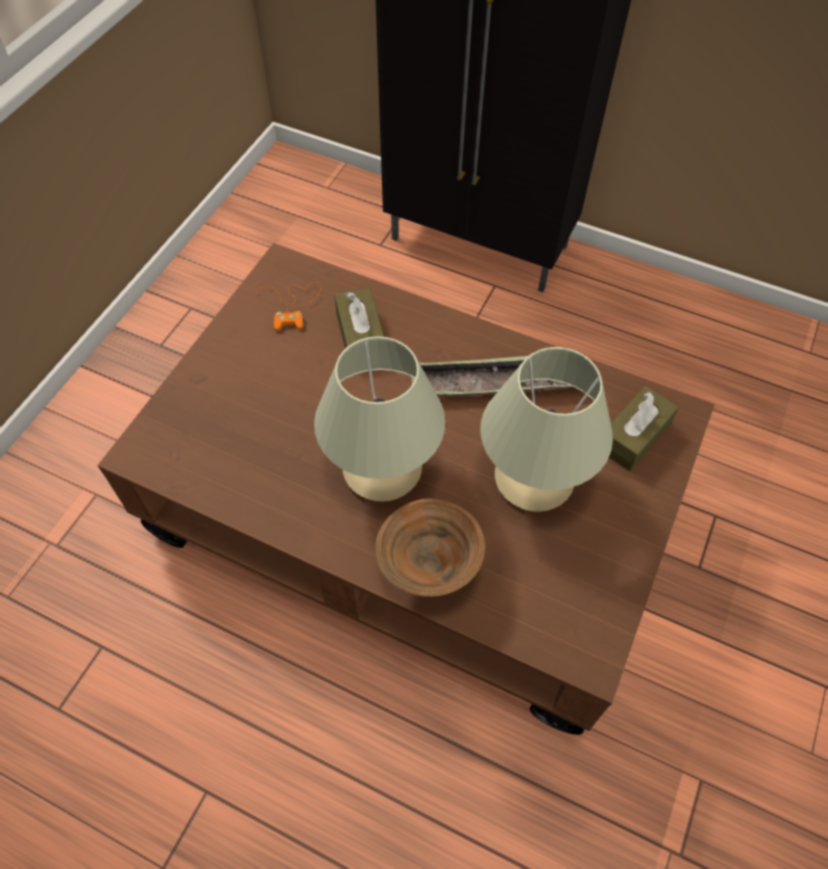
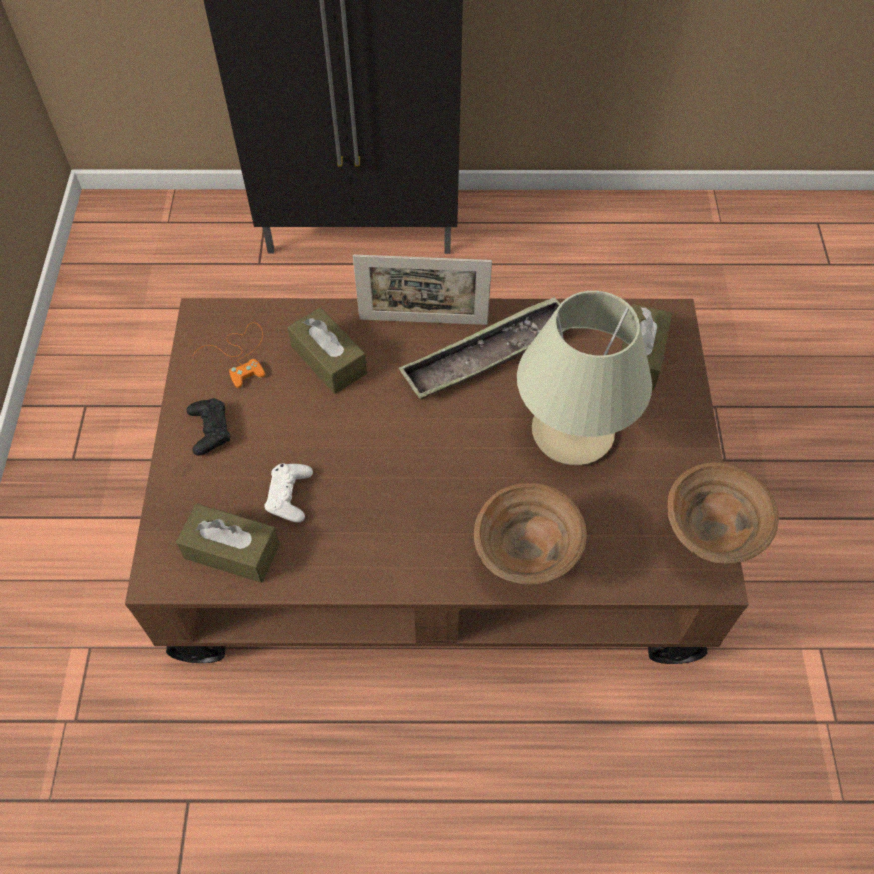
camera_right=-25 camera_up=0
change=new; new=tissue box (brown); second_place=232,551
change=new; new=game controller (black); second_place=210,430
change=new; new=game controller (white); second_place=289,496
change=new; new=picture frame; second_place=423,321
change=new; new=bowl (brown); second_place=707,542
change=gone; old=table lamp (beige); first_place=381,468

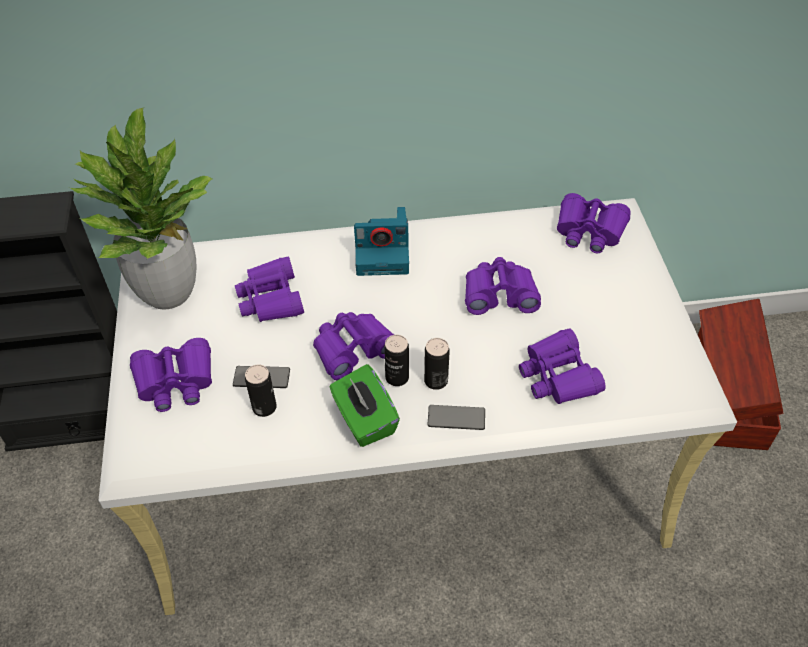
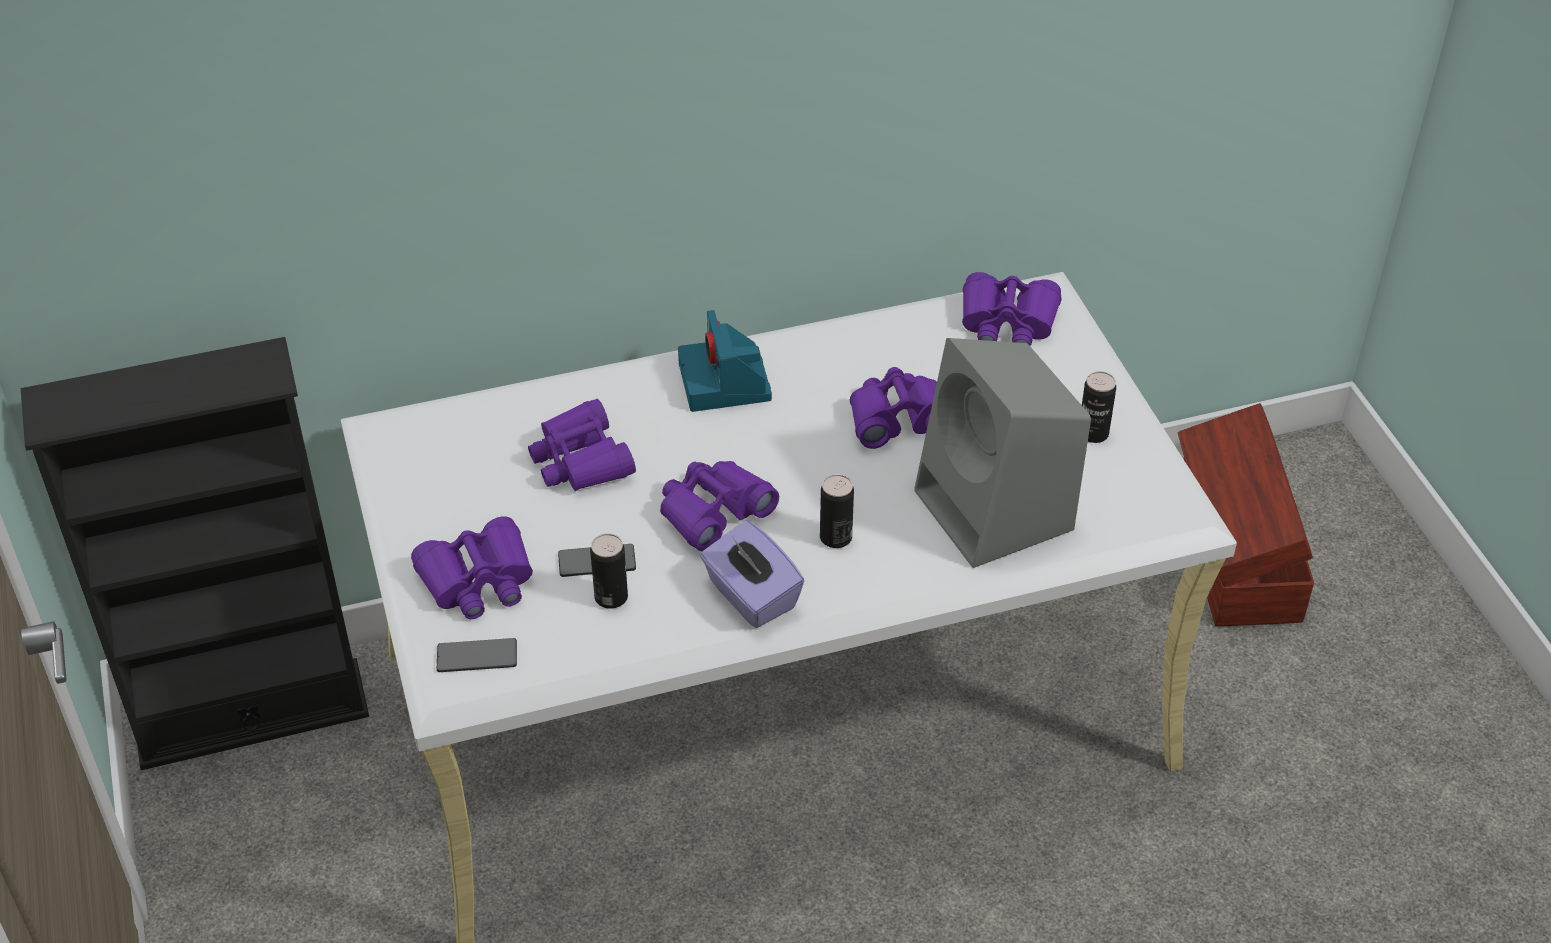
camera_right=-10 camera_up=-5
change=shifted; old=phone; first_place=456,418; second_place=477,656
change=rotated; old=photo camera; first_place=384,253; second_place=726,383; degrees=90
change=repainted; old=tissue box (green); new=tissue box (purple); first_place=364,420; second_place=751,596
change=swapped; old=binoculars (purple); new=speaker (grey); first_place=558,376; second_place=997,513
change=shifted; old=can; first_place=397,377; second_place=1093,433
change=gone; old=potted plant; first_place=168,292

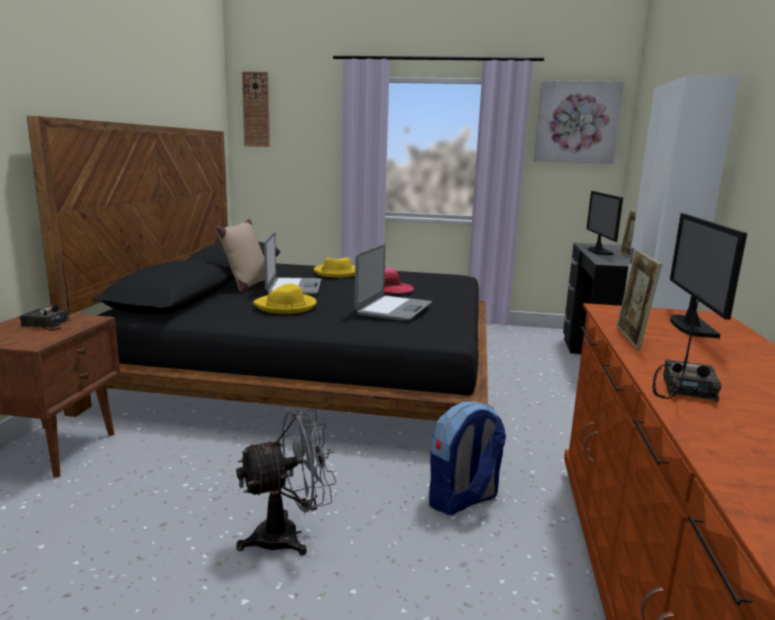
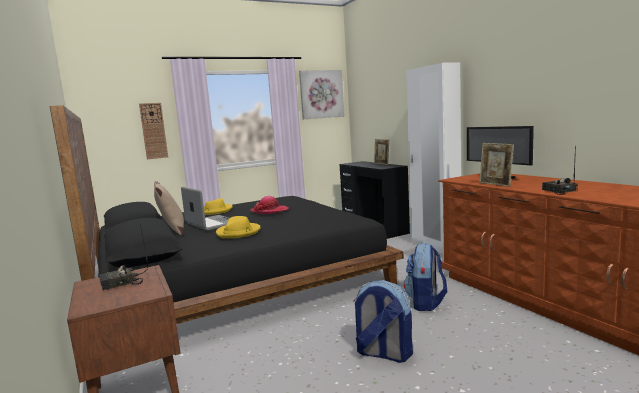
camera_right=-35 camera_up=-5
change=shifted; old=wall clock; first_place=256,109; second_place=153,131
change=swapped; old=fan (grey); new=backpack; first_place=288,535; second_place=383,353
change=gone; old=laptop; first_place=393,309
change=gone; old=monitor; first_place=598,251

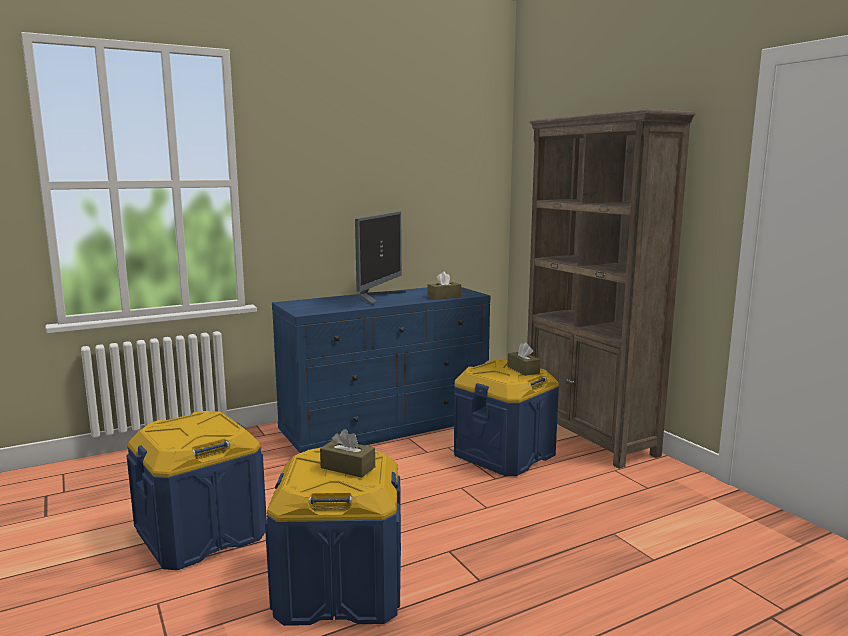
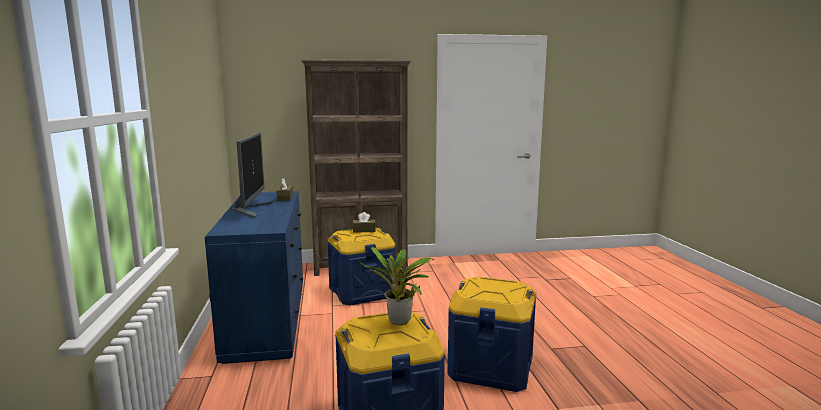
camera_right=-70 camera_up=0
change=rotated; old=monitor; first_place=377,297; second_place=251,210; degrees=45
change=new; new=potted plant; second_place=399,323
change=gone; old=tissue box (brown); first_place=348,467

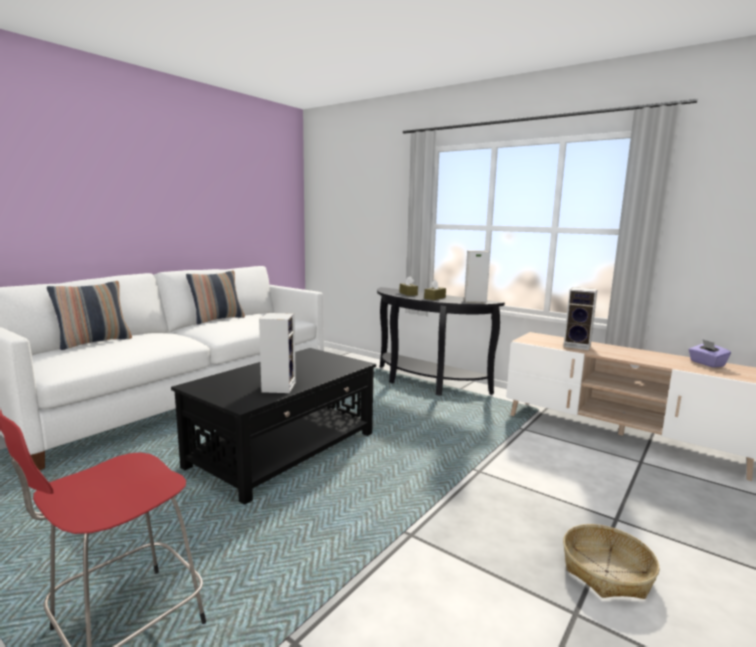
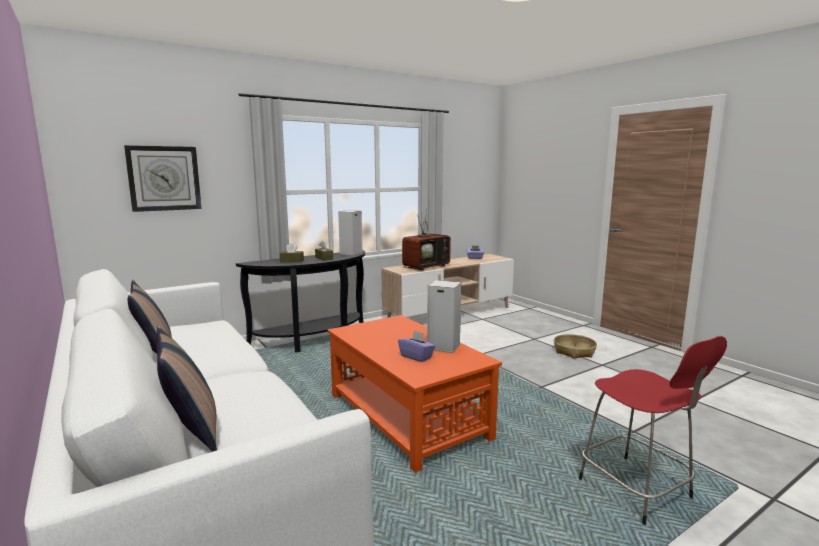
camera_right=-70 camera_up=0
change=new; new=wall clock; second_place=164,178
change=repainted; old=coffee table (black); new=coffee table (orange); first_place=285,450; second_place=406,415
change=new; new=tissue box (purple); second_place=416,357
change=swapped; old=speaker; new=television; first_place=578,346; second_place=426,266

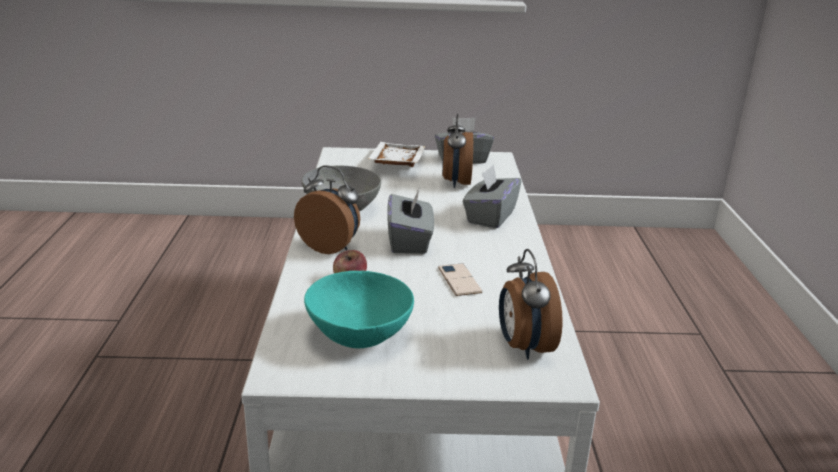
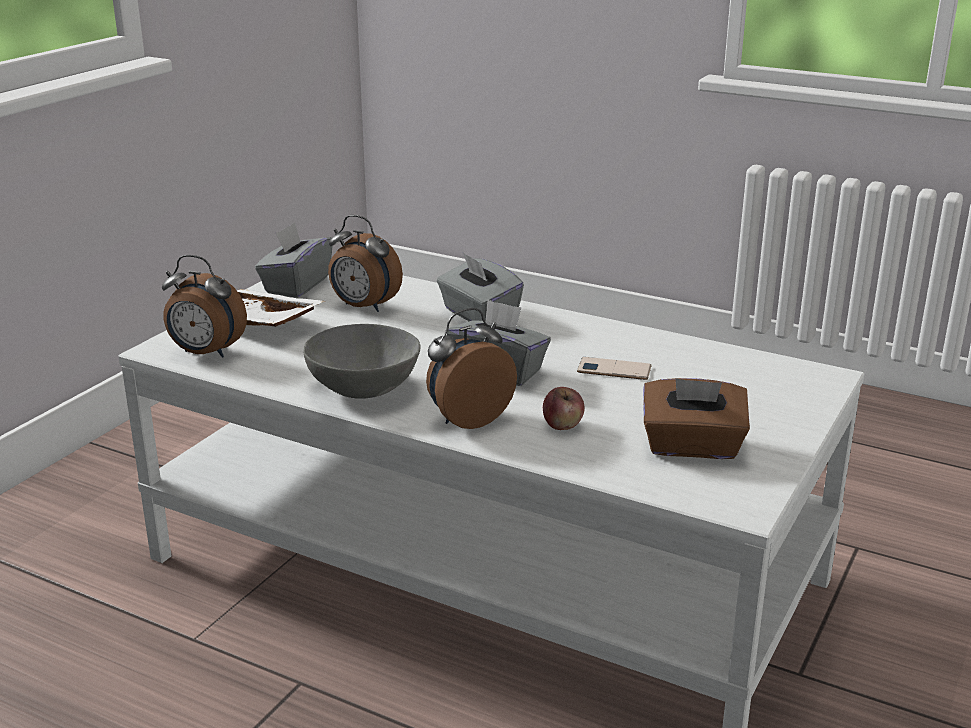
camera_right=-60 camera_up=0
change=shifted; old=alarm clock; first_place=523,347; second_place=205,353
change=swapped; old=bowl (turquoise); new=tissue box (brown); first_place=359,335; second_place=692,447

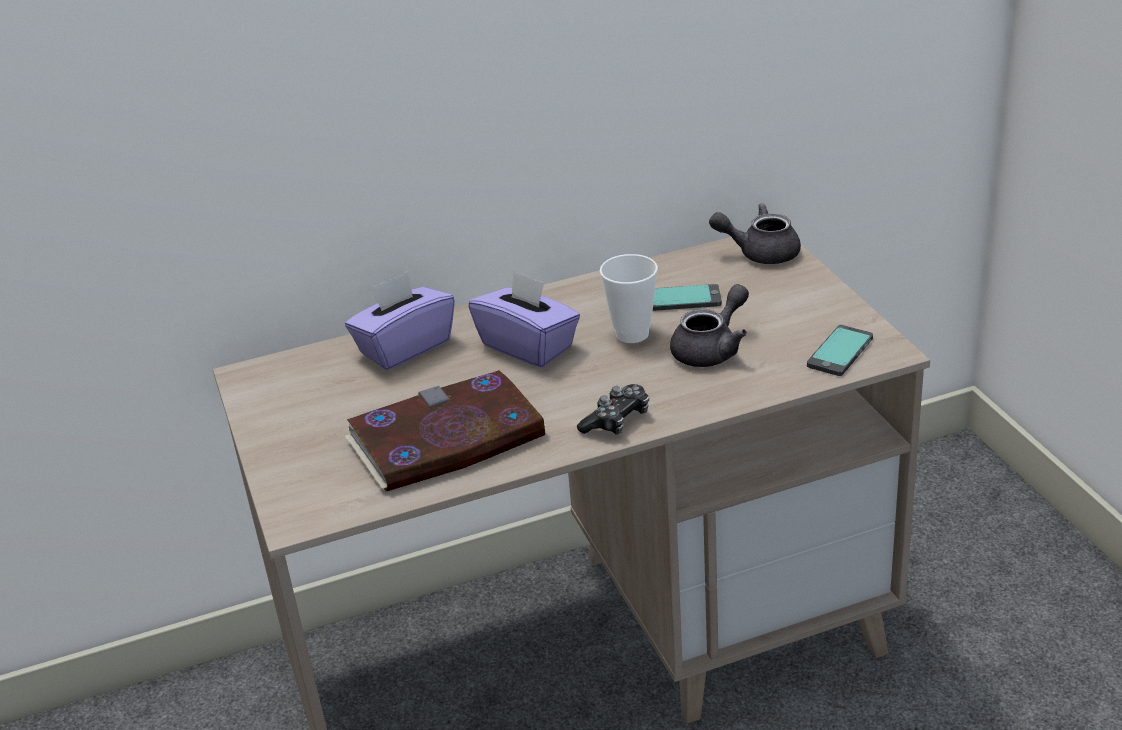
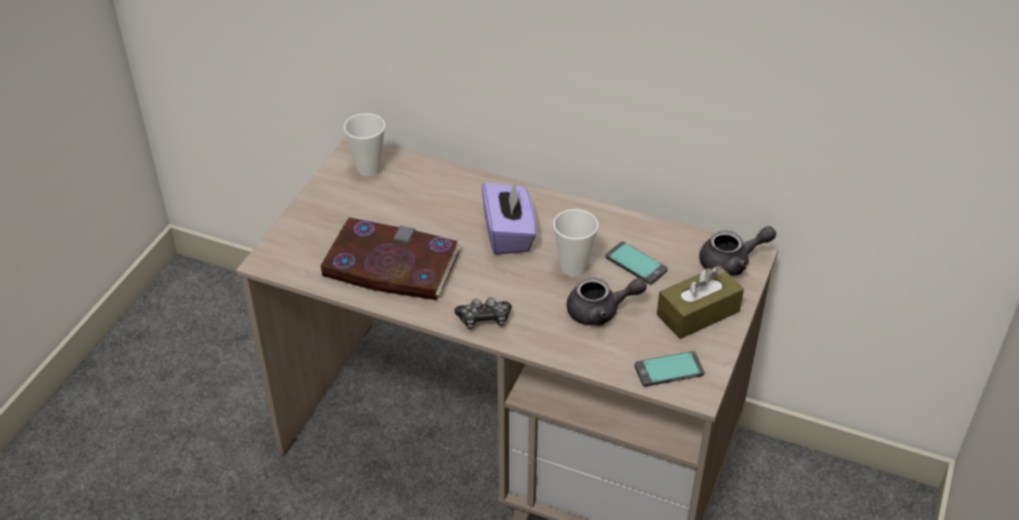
camera_right=40 camera_up=10
change=new; new=cup; second_place=368,168
change=new; new=tissue box (brown); second_place=698,313
change=rotated; old=teapot (grey); first_place=760,253; second_place=732,262; degrees=120
change=gone; old=tissue box (purple); first_place=404,347

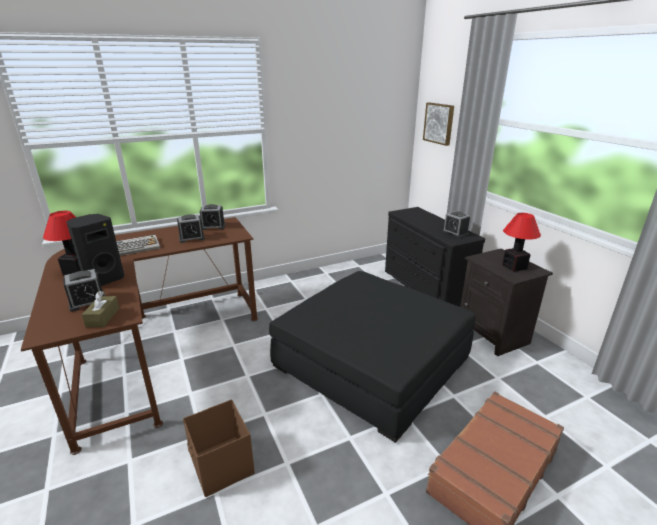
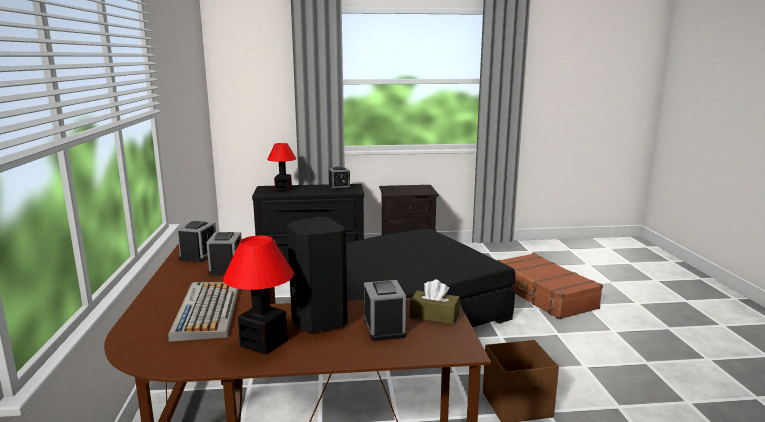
camera_right=-70 camera_up=-10
change=shifted; old=table lamp; first_place=514,266; second_place=283,189
change=gone; old=picture; first_place=439,123

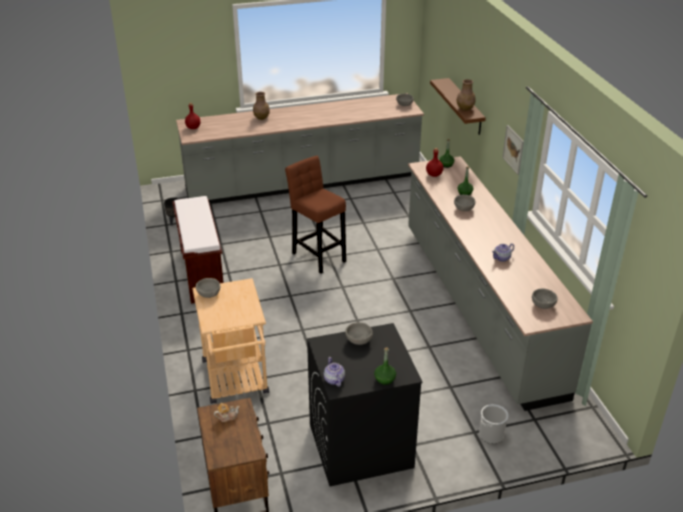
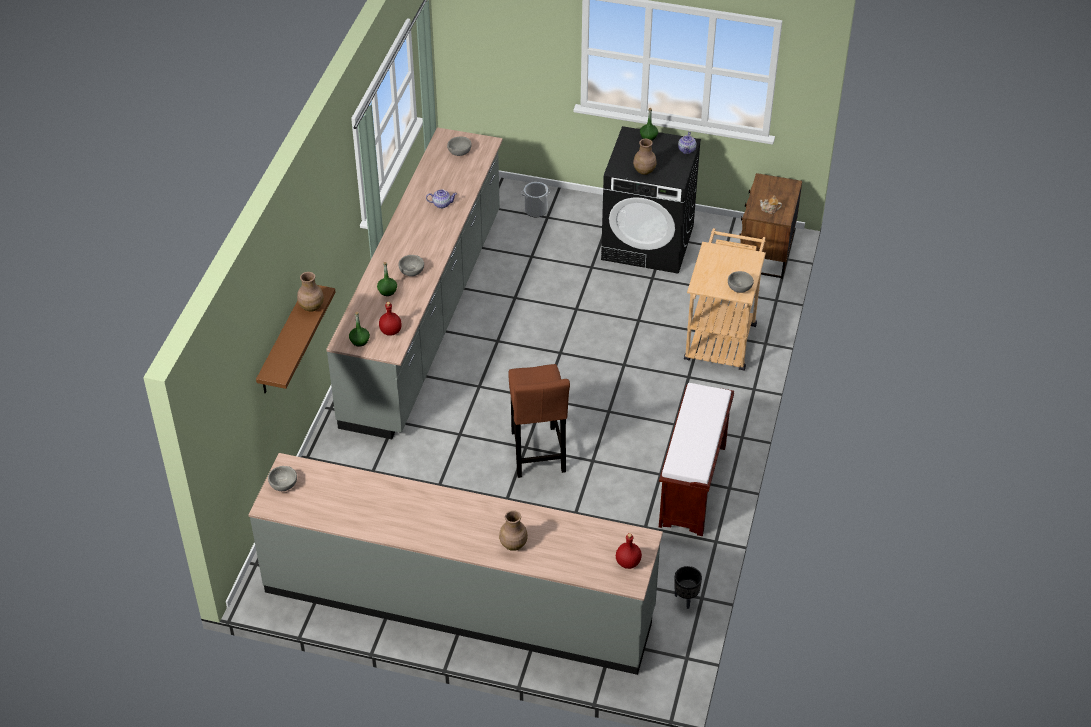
camera_right=-150 camera_up=10
change=swapped; old=bowl (grey); new=vase (brown); first_place=358,340; second_place=644,171
change=gone; old=picture; first_place=513,149

